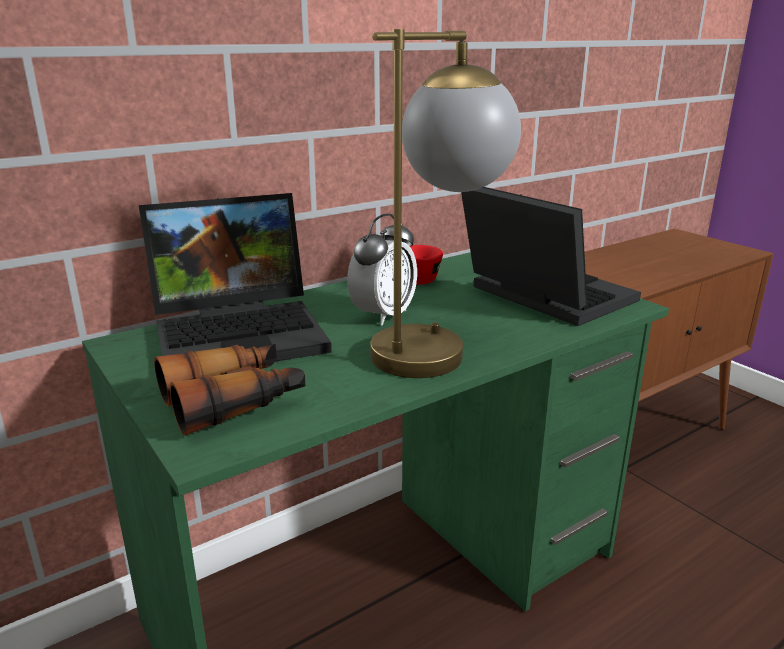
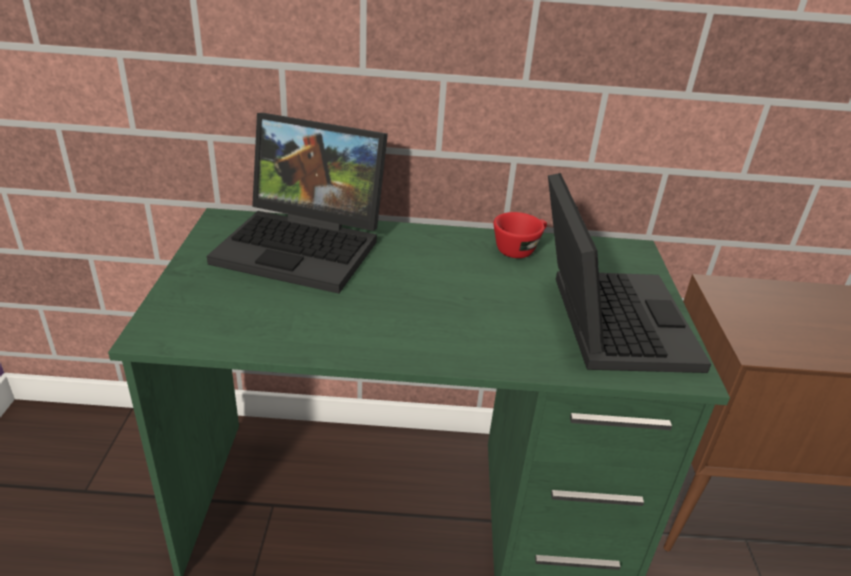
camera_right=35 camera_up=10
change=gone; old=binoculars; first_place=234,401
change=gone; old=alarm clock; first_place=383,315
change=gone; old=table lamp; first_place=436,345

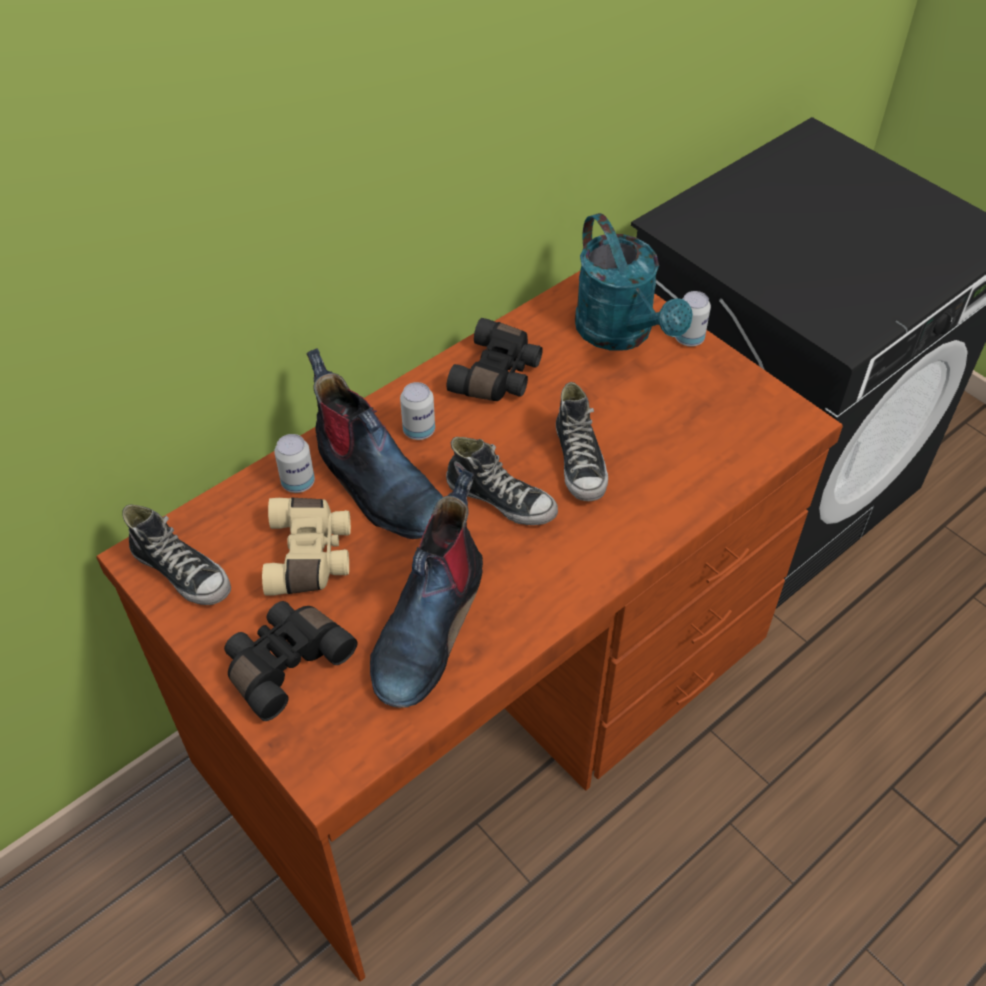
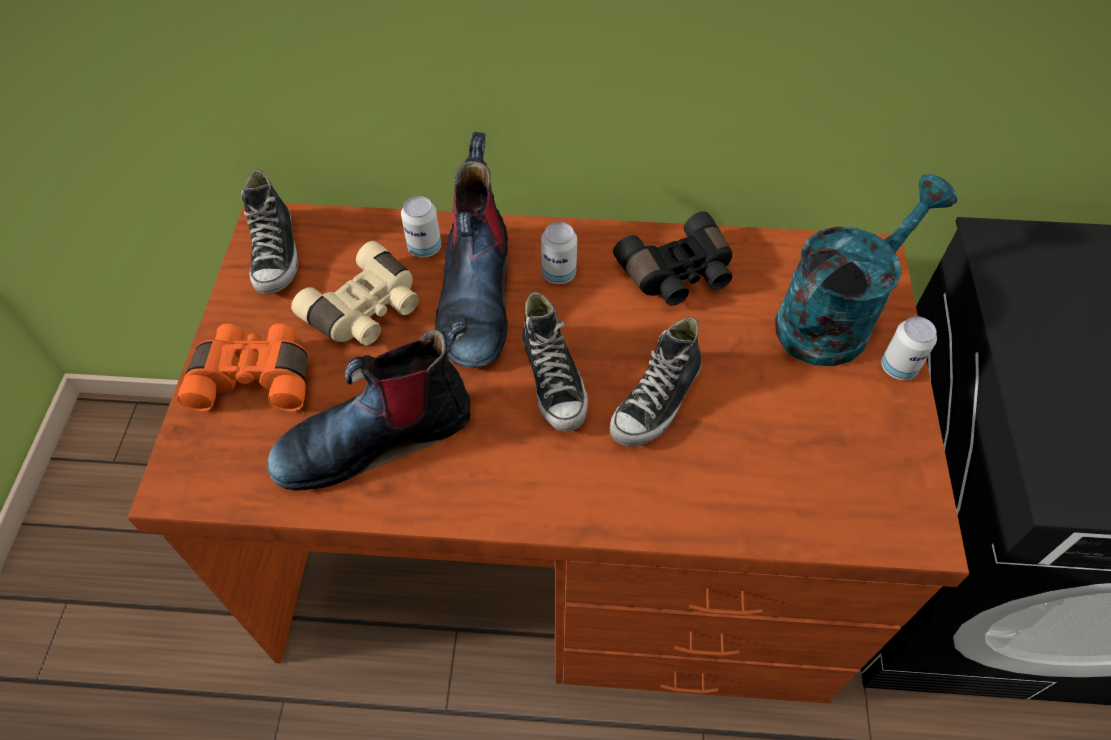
camera_right=45 camera_up=5
change=repainted; old=binoculars (black); new=binoculars (orange); first_place=285,662; second_place=255,376
change=rotated; old=watering can (turquoise); first_place=621,334; second_place=834,316; degrees=-150

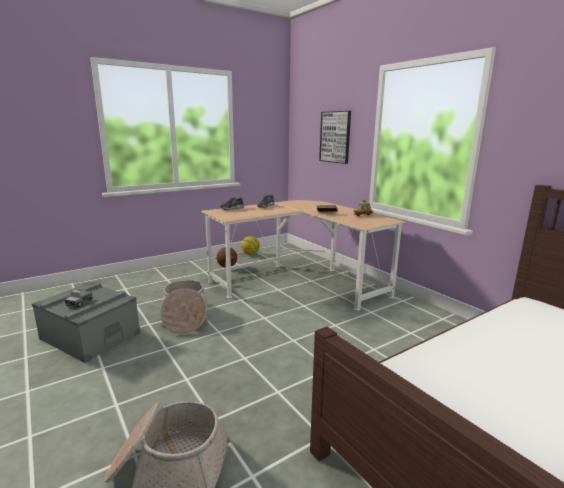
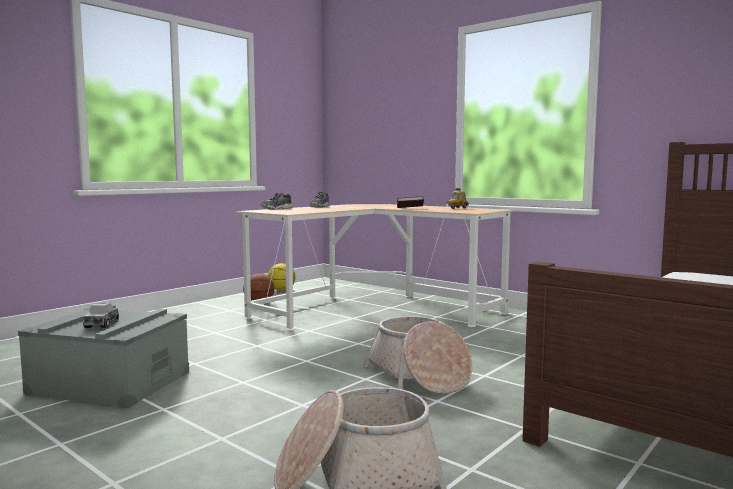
camera_right=-15 camera_up=-10
change=shifted; old=basket; first_place=185,317; second_place=418,376
change=gone; old=picture; first_place=335,137

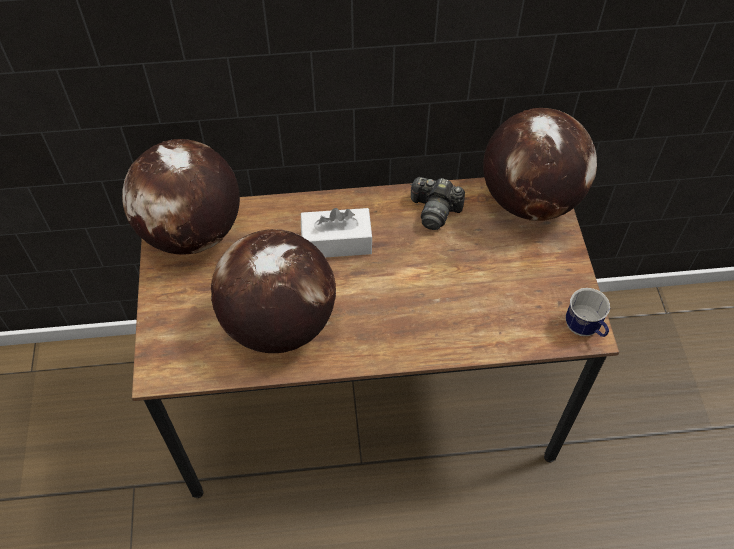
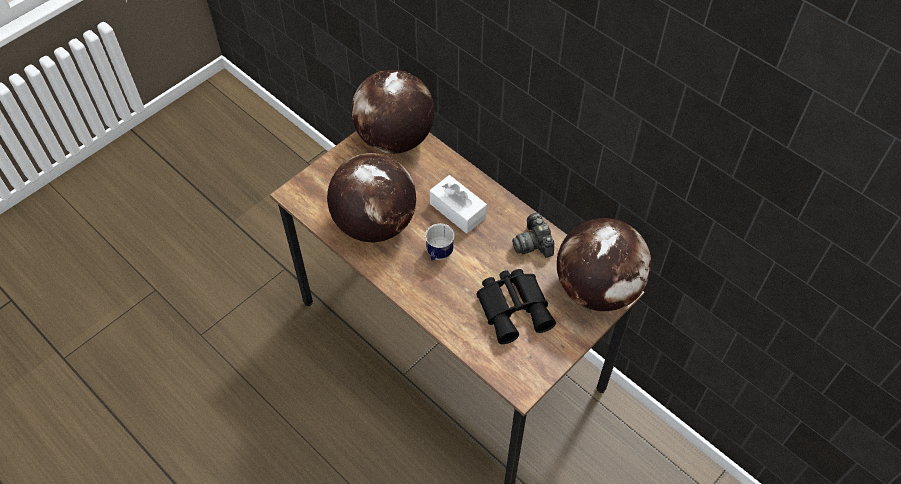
camera_right=50 camera_up=0
change=shifted; old=mug; first_place=584,329; second_place=438,255
change=new; new=binoculars (black); second_place=515,308

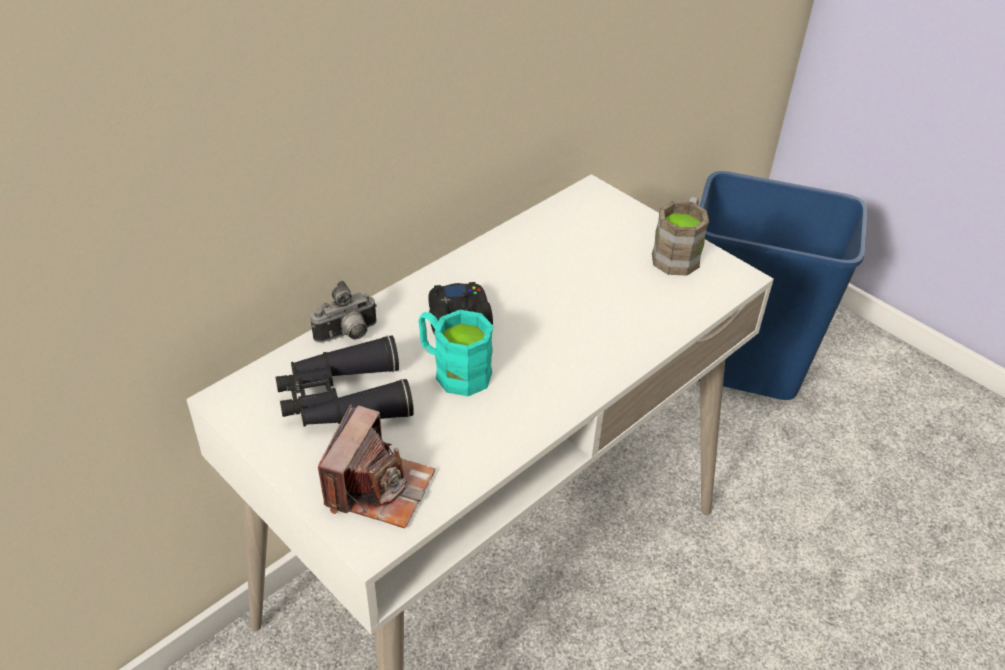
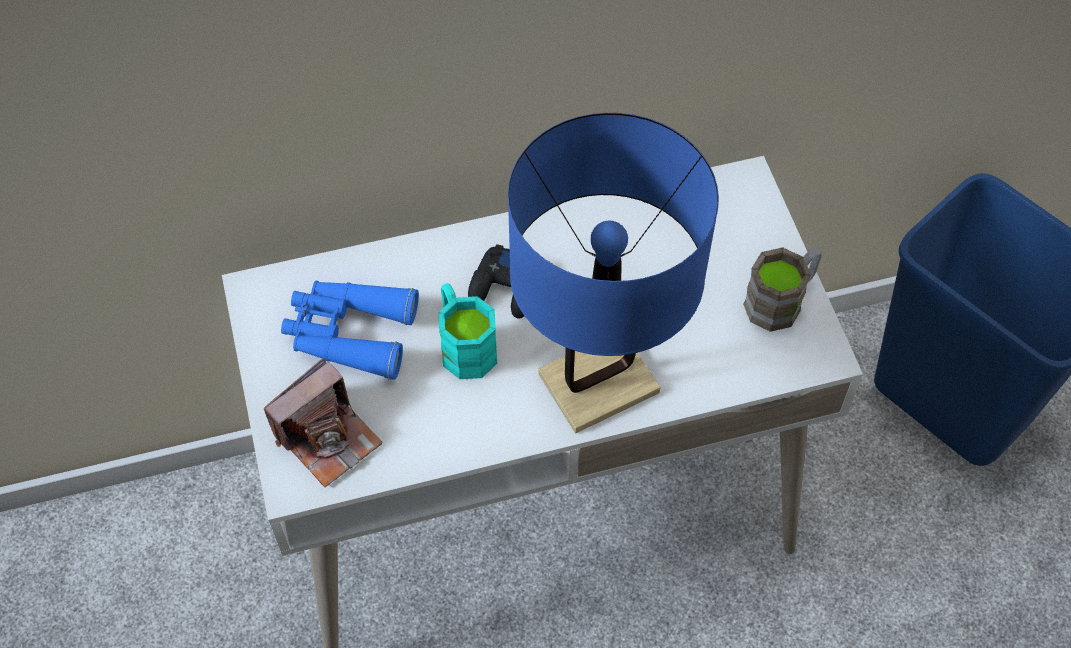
camera_right=30 camera_up=15
change=repainted; old=binoculars (black); new=binoculars (blue); first_place=343,399; second_place=349,333
change=new; new=table lamp (blue); second_place=599,383
change=gone; old=photo camera; first_place=348,335

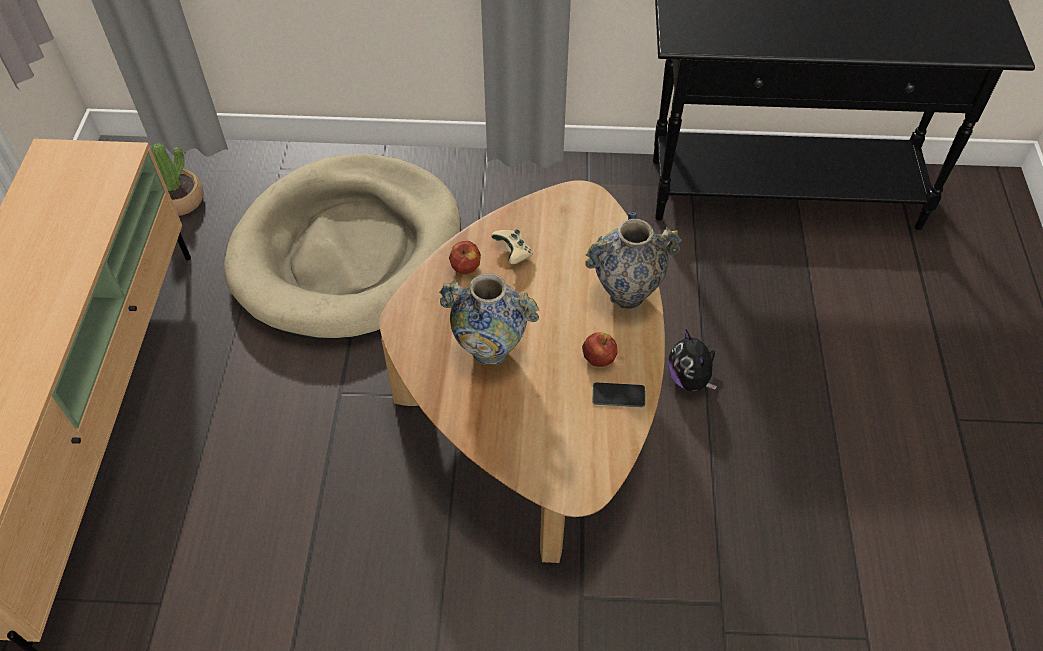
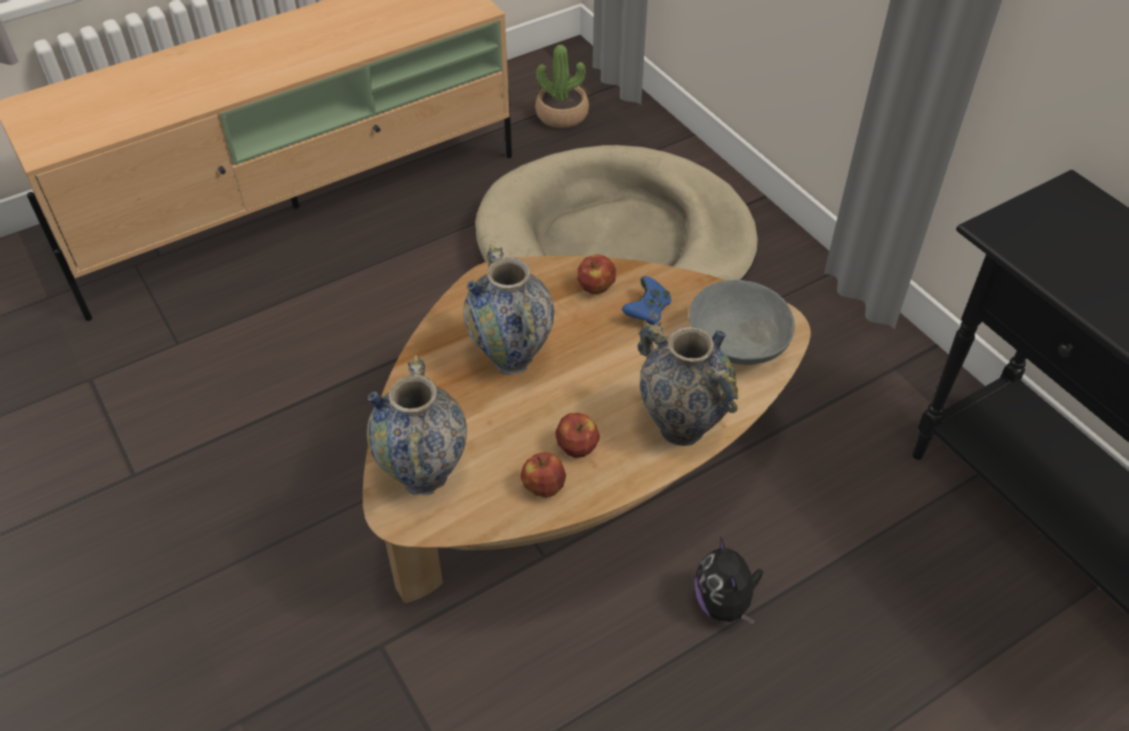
camera_right=55 camera_up=-5
change=new; new=vase; second_place=424,476
change=swapped; old=phone; new=apple; first_place=618,395; second_place=543,487
change=repainted; old=game controller (beige); new=game controller (blue); first_place=513,253; second_place=647,312
change=new; new=bowl (grey); second_place=736,343
change=rotated; old=plush toy; first_place=690,379; second_place=724,603; degrees=-45

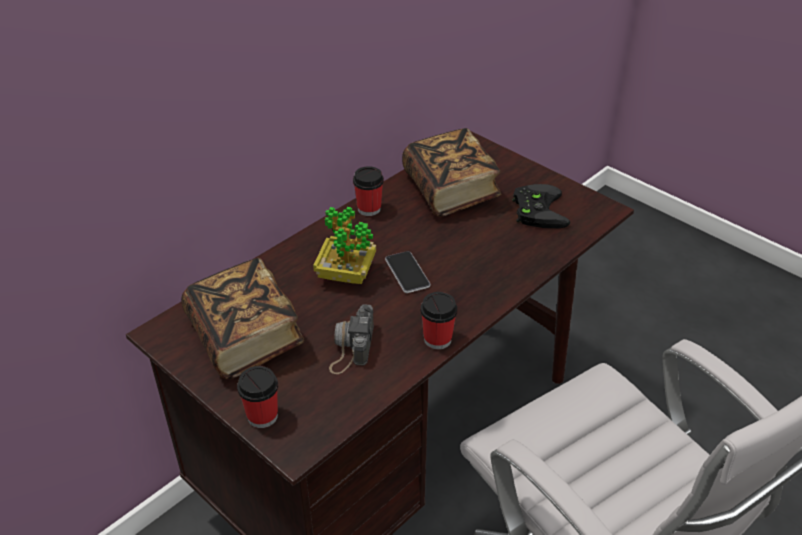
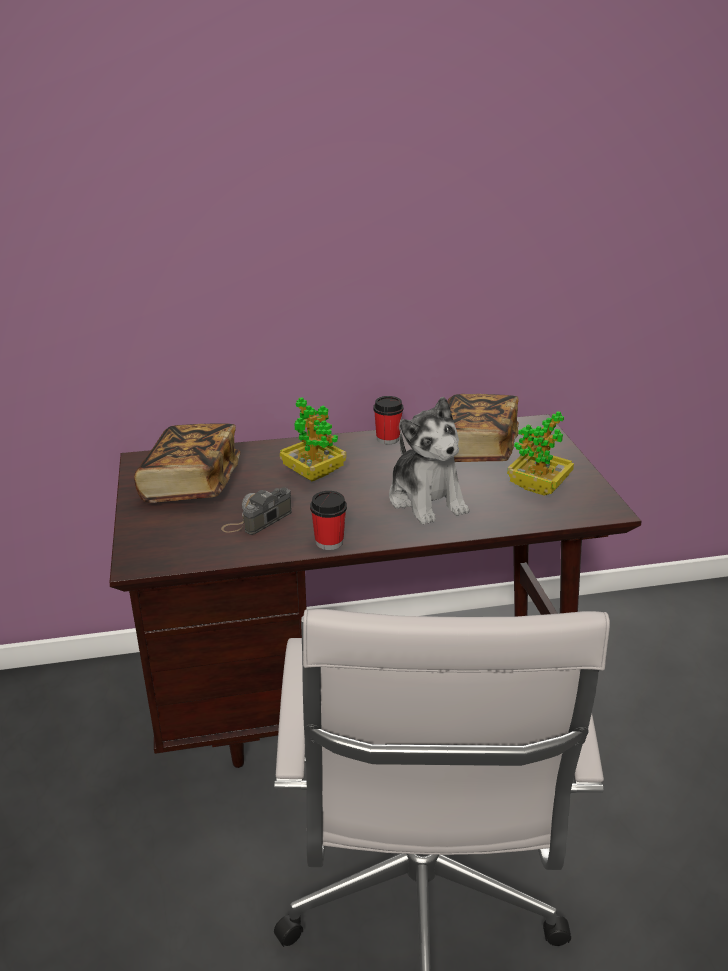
camera_right=35 camera_up=-10
change=new; new=plush toy; second_place=426,499
change=swapped; old=game controller (black); new=potted plant; first_place=536,209; second_place=538,487
change=gone; old=cup; first_place=262,416
change=gone; old=phone; first_place=407,273

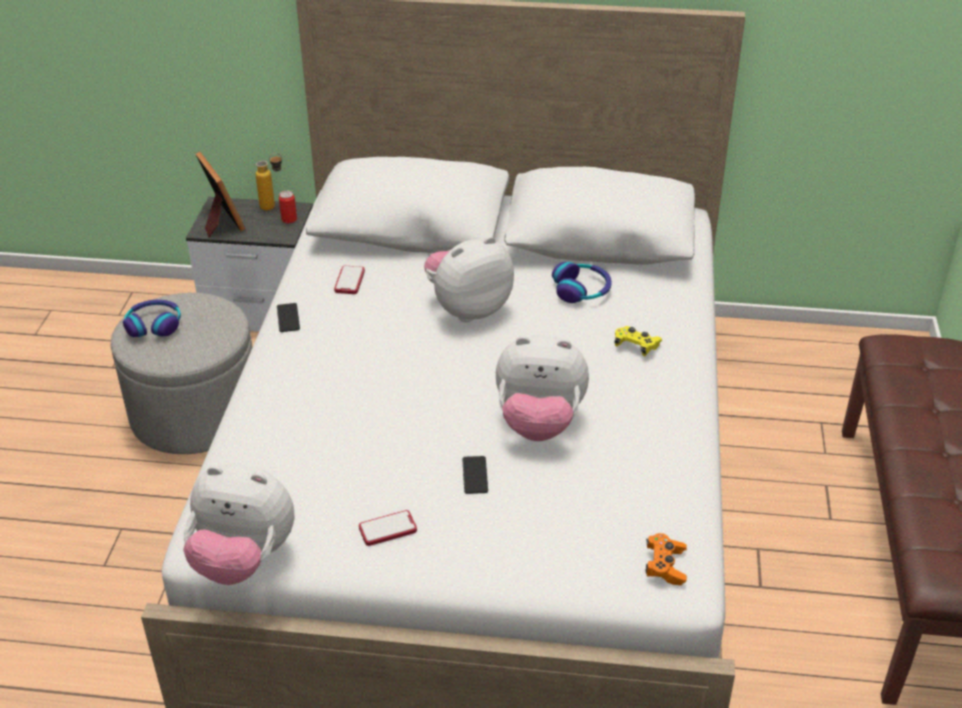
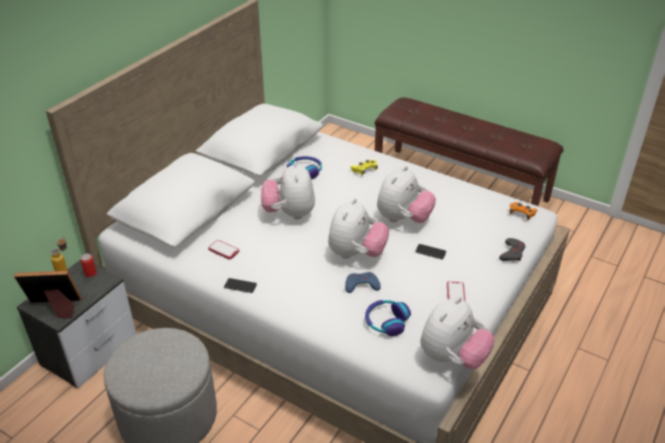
camera_right=-65 camera_up=0
change=new; new=plush toy; second_place=356,253
change=new; new=game controller (blue); second_place=361,285
change=shifted; old=headphones; first_place=154,325; second_place=386,321
change=new; new=game controller (grey); second_place=512,253

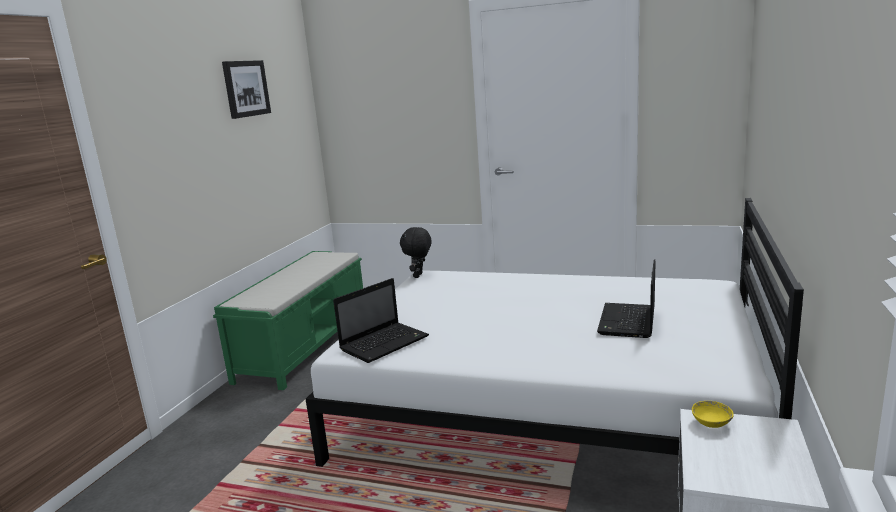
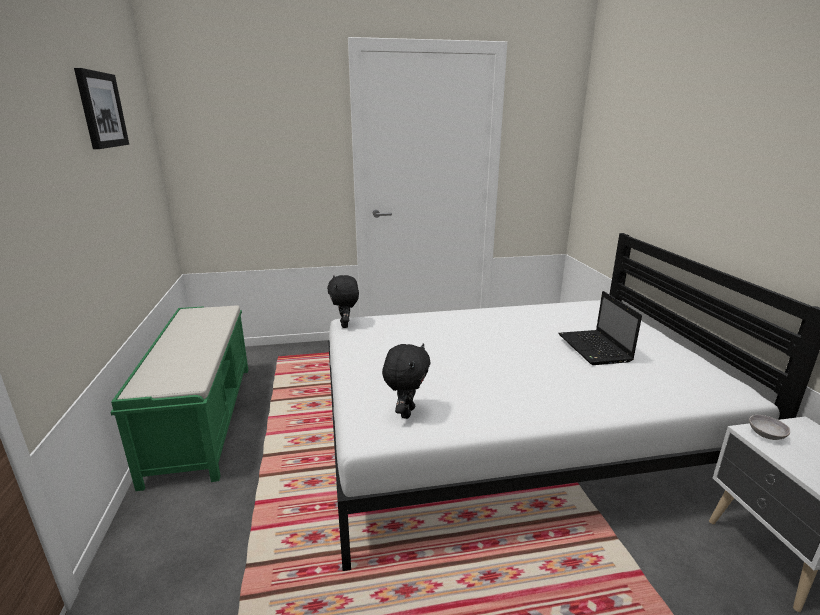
camera_right=-30 camera_up=5
change=swapped; old=laptop; new=plush toy (black); first_place=385,343; second_place=406,412
change=repainted; old=bowl (yellow); new=bowl (grey); first_place=711,423; second_place=766,435

